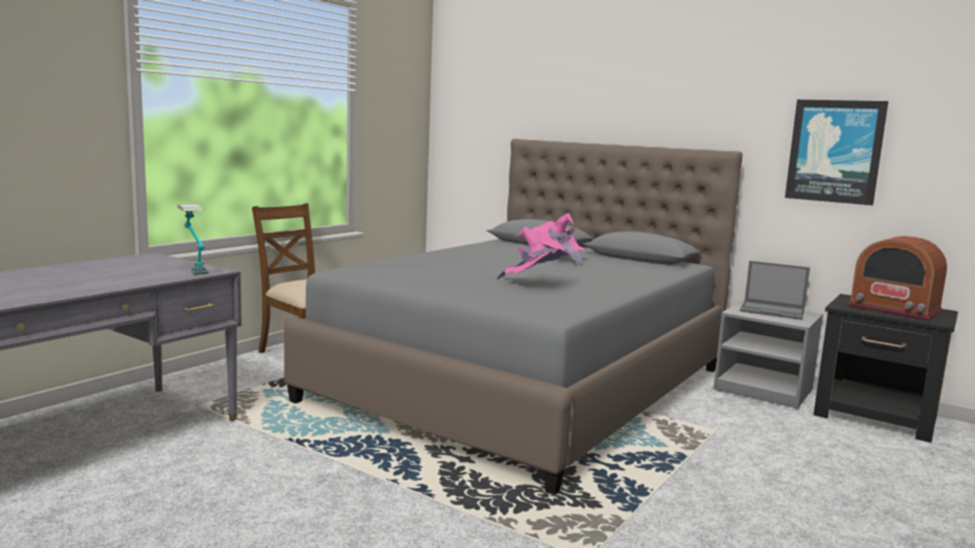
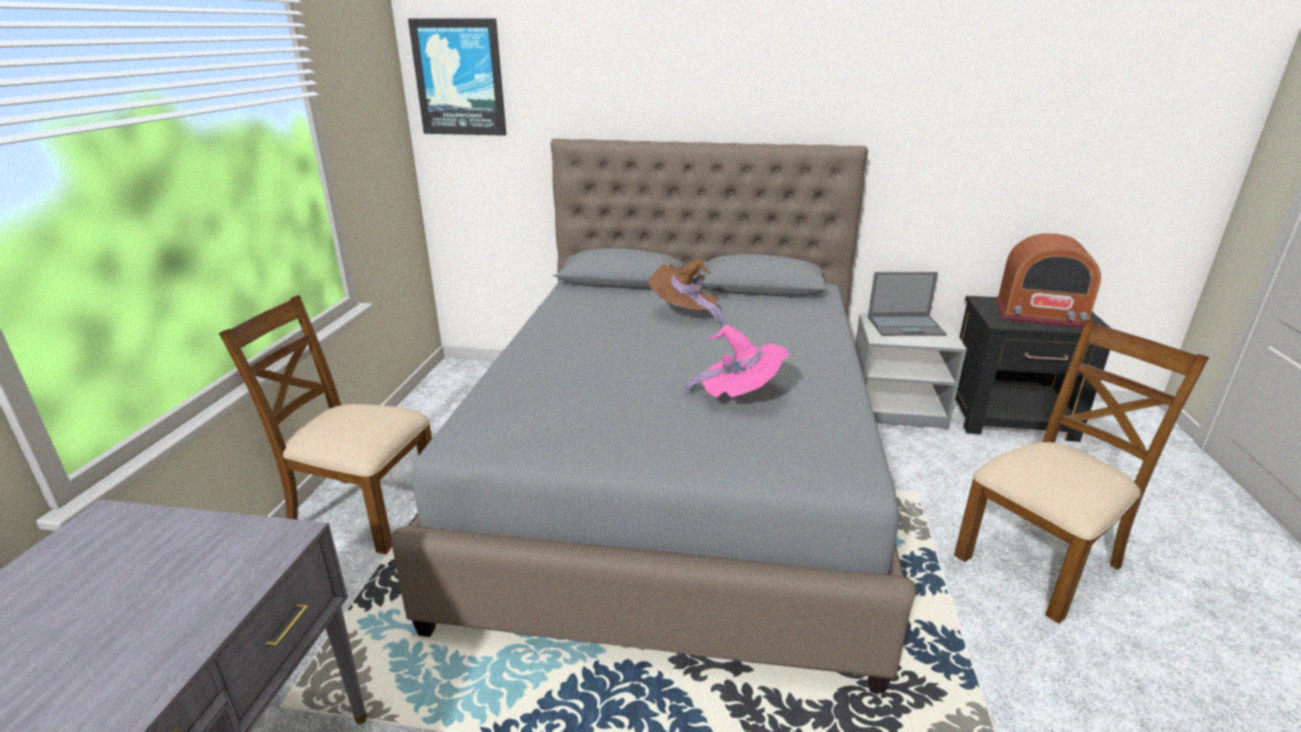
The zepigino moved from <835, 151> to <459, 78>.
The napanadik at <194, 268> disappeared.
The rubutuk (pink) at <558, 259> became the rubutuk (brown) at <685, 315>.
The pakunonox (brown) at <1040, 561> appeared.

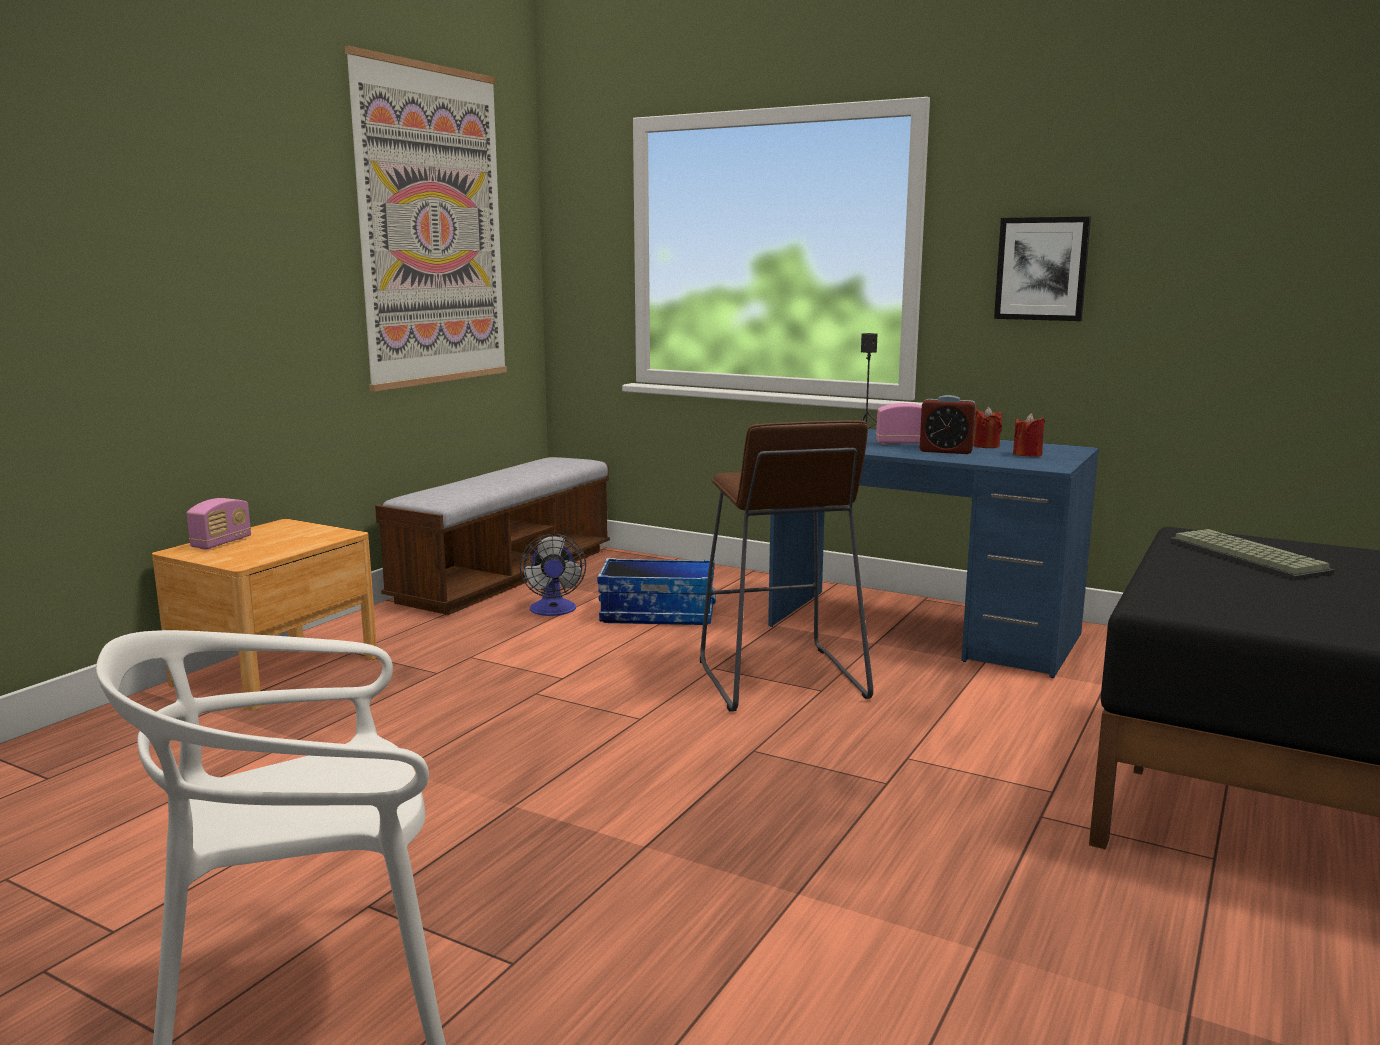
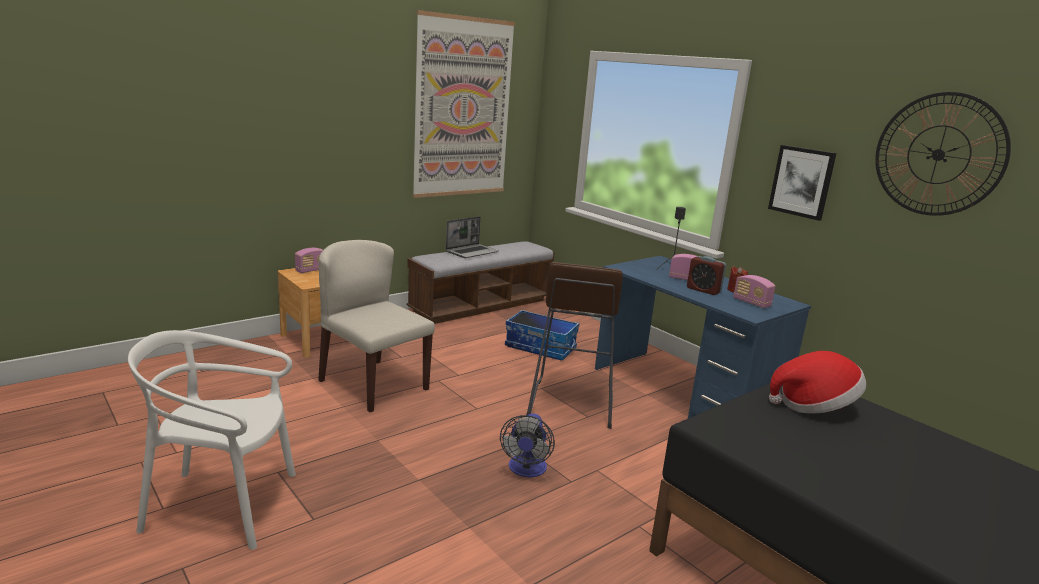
The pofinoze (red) at <1027, 455> was replaced by the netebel at <751, 303>.
The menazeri at <1244, 557> was replaced by the rubutuk at <814, 406>.
The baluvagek moved from <553, 611> to <526, 470>.
The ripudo at <938, 154> appeared.
The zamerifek at <472, 252> appeared.
The pakunonox (beige) at <373, 384> appeared.

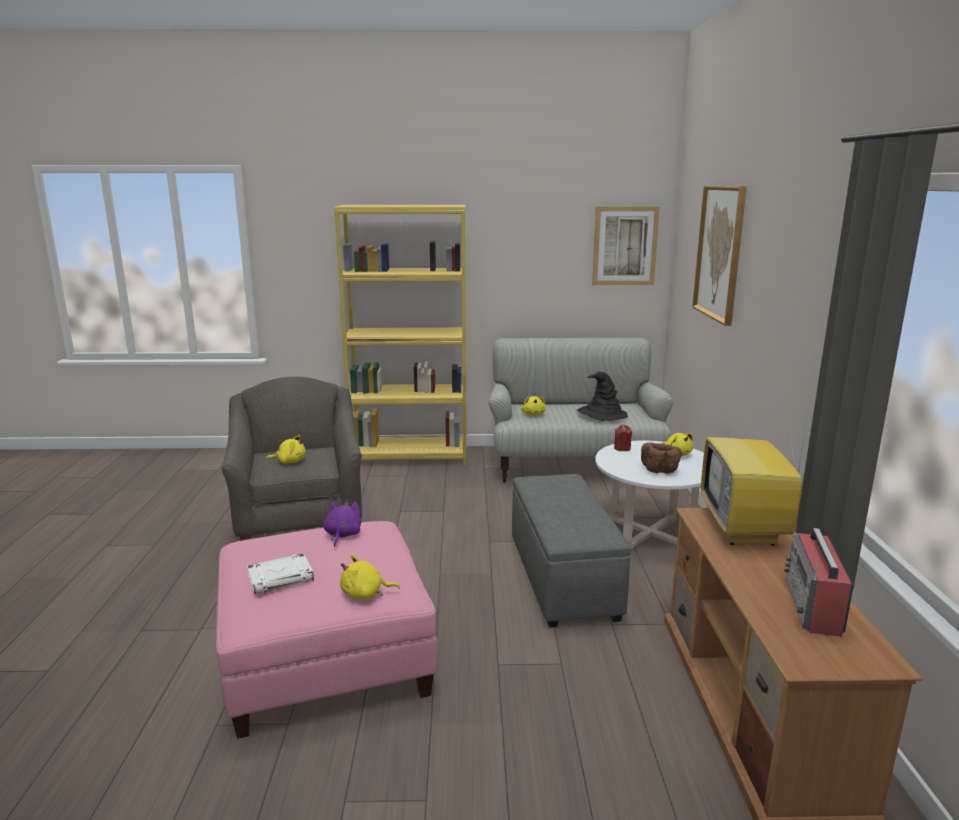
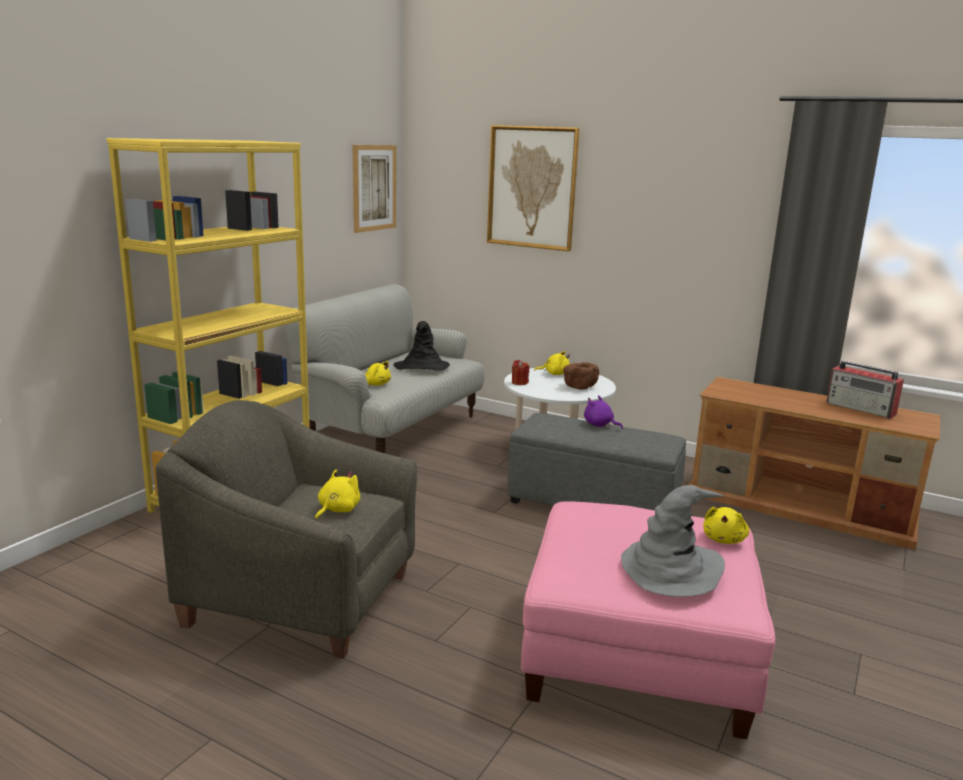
The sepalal at <744, 529> disappeared.
The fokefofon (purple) moved from <342, 535> to <599, 425>.
The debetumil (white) at <281, 578> was replaced by the rubutuk (grey) at <671, 569>.

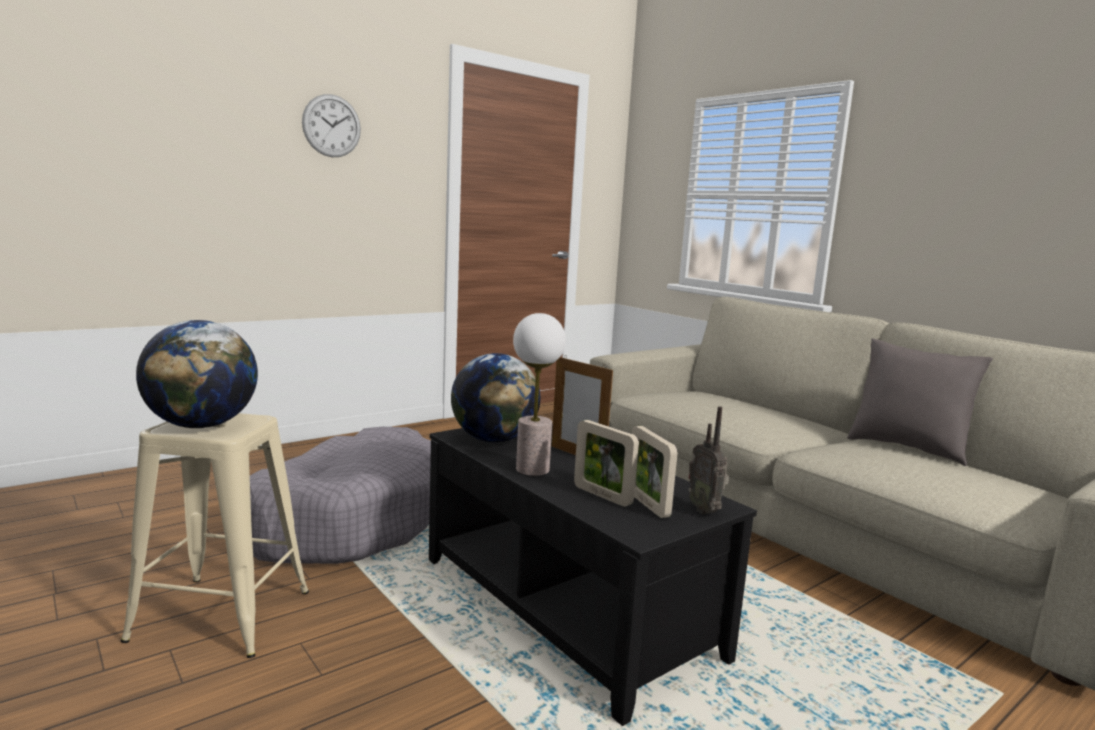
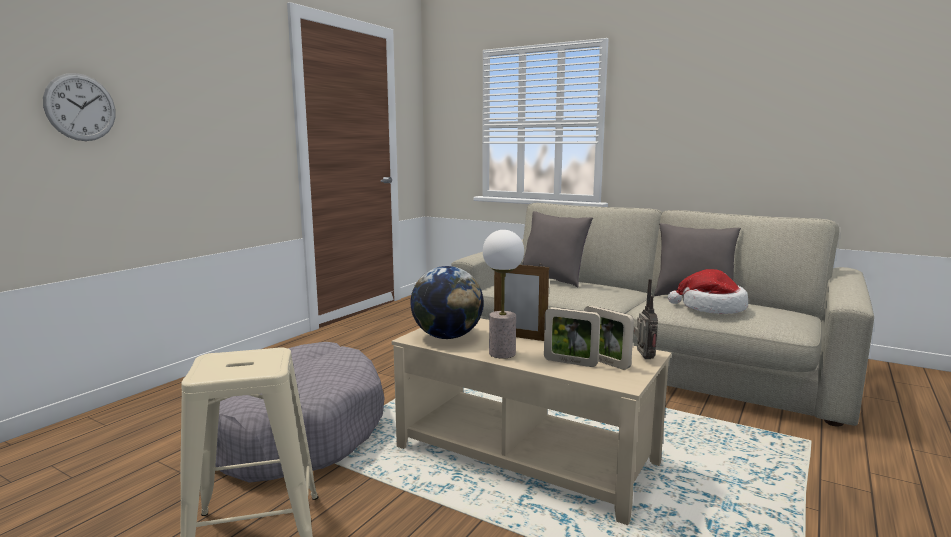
The ripudo moved from <331, 126> to <80, 107>.
The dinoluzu at <202, 425> disappeared.
The netebel at <705, 510> turned 135 degrees counterclockwise.
The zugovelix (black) at <565, 607> became the zugovelix (beige) at <525, 456>.
The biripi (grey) at <553, 280> appeared.
The rubutuk at <711, 308> appeared.

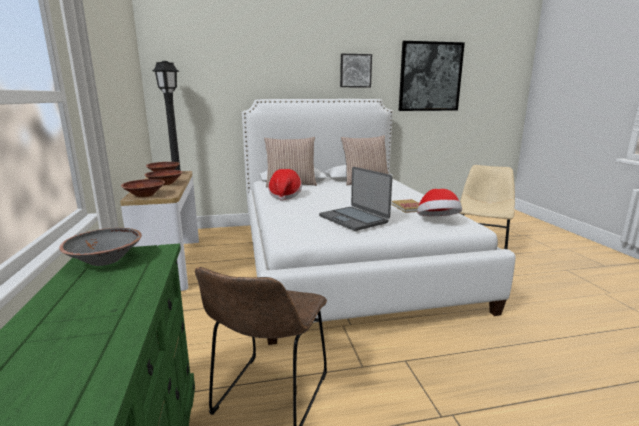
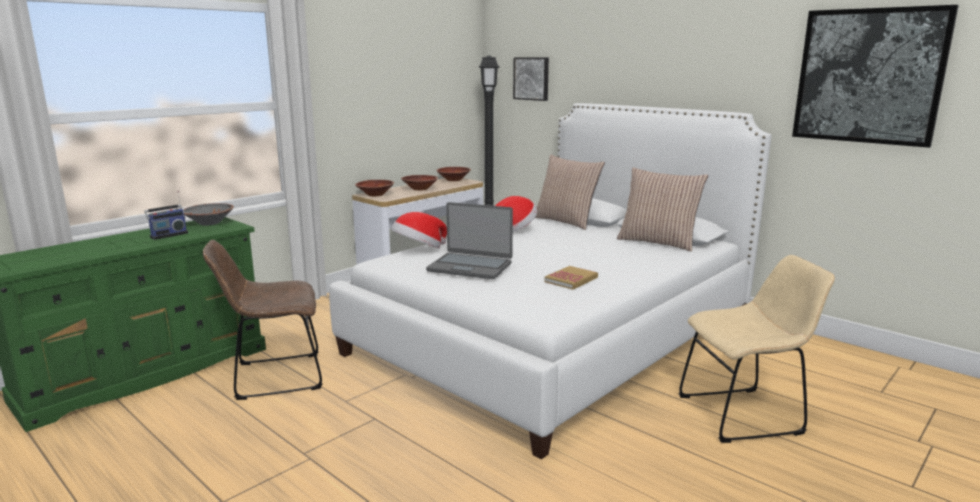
The zepigino moved from <355, 71> to <532, 78>.
The zamerifek at <354, 219> turned 90 degrees counterclockwise.
The rubutuk moved from <437, 221> to <419, 249>.
The netebel at <168, 235> appeared.

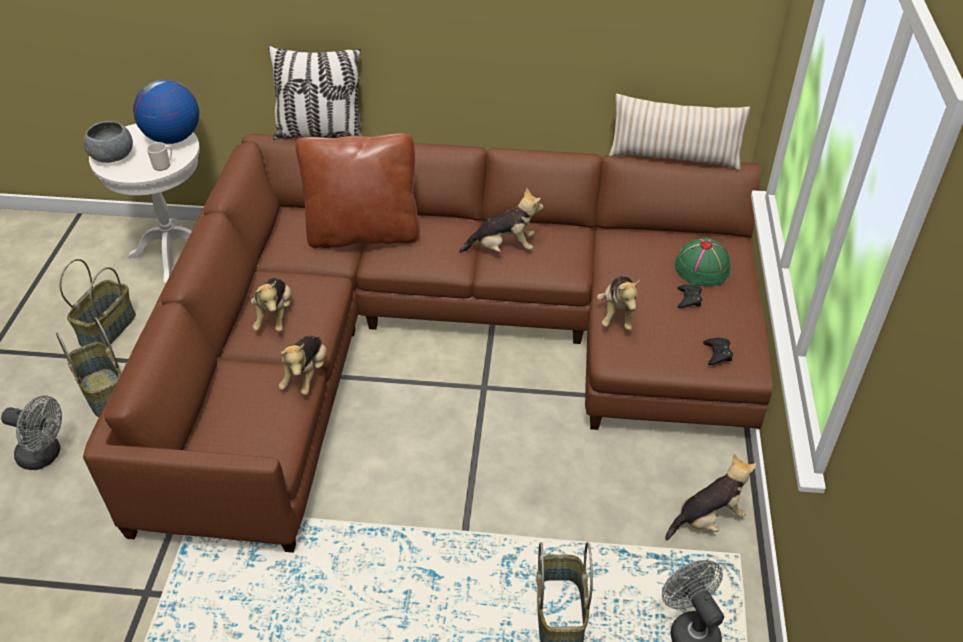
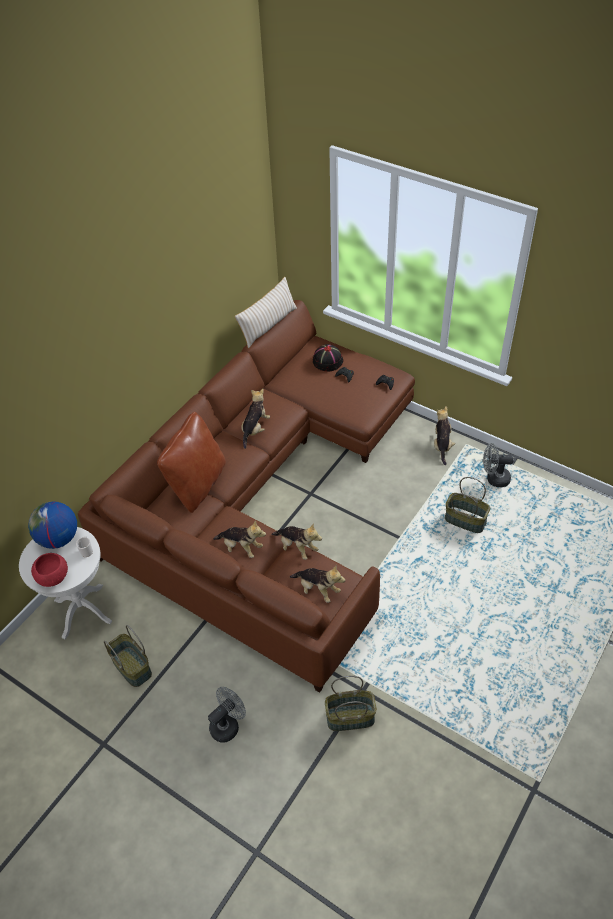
The biripi at <320, 134> disappeared.
The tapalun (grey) at <113, 157> became the tapalun (red) at <53, 577>.
The rubutuk (green) at <702, 268> became the rubutuk (black) at <327, 361>.
The fokefofon moved from <618, 314> to <317, 589>.
The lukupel moved from <106, 393> to <350, 716>.

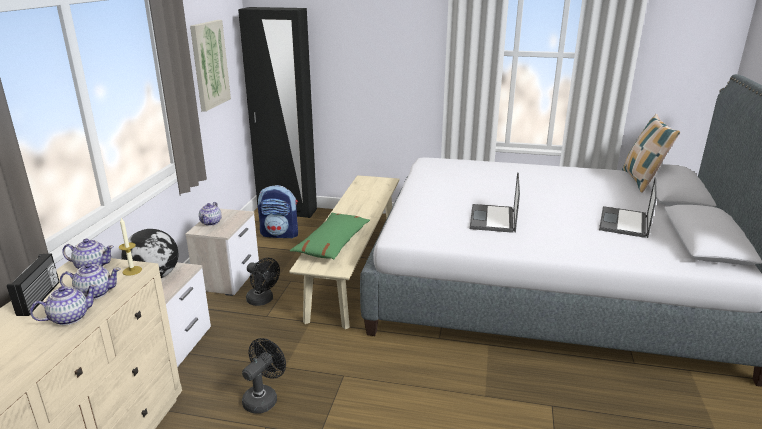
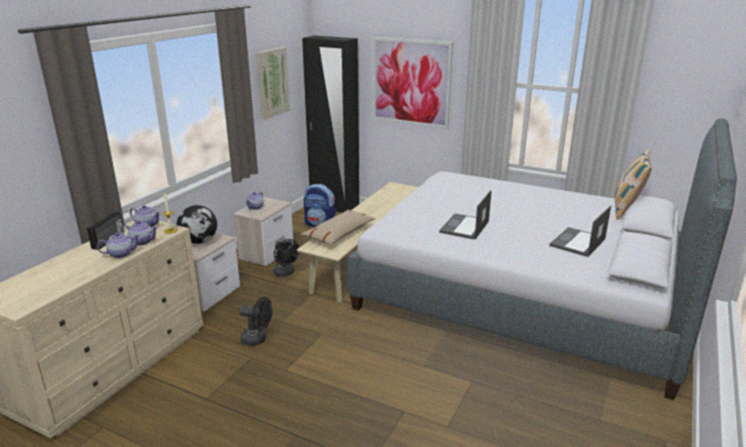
The biripi (green) at <333, 244> became the biripi (beige) at <339, 234>.
The baluvagek (black) at <263, 398> turned 60 degrees clockwise.
The zepigino at <411, 82> appeared.

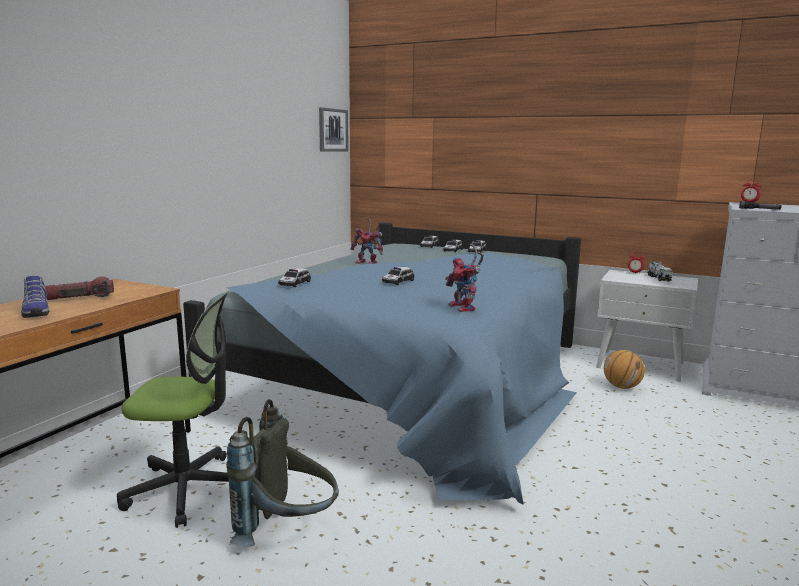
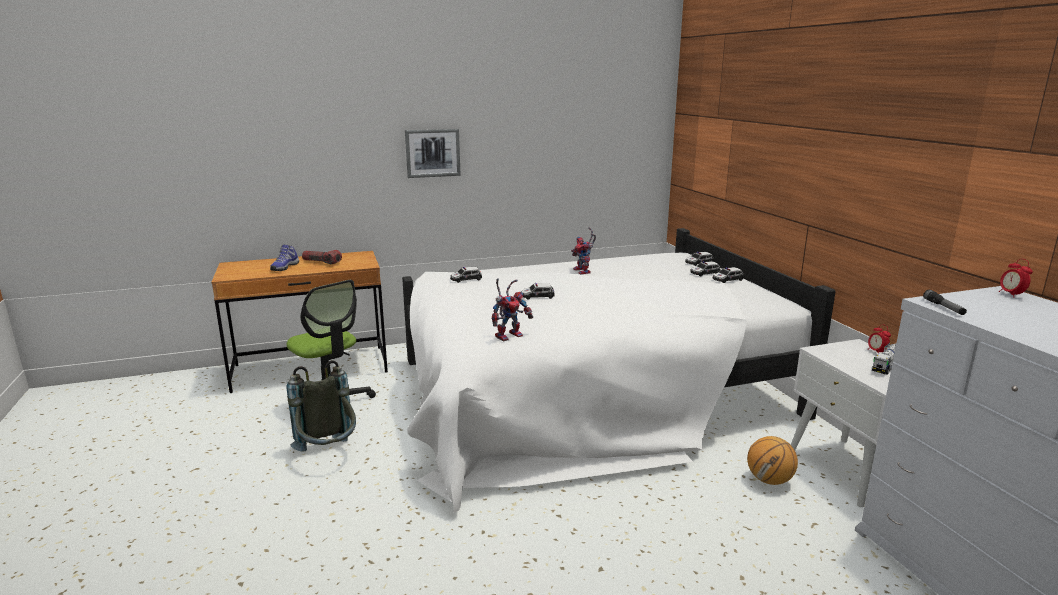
The zepigino moved from <332, 130> to <432, 153>.
The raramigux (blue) at <418, 380> became the raramigux (white) at <588, 394>.
The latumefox at <465, 308> turned 150 degrees counterclockwise.

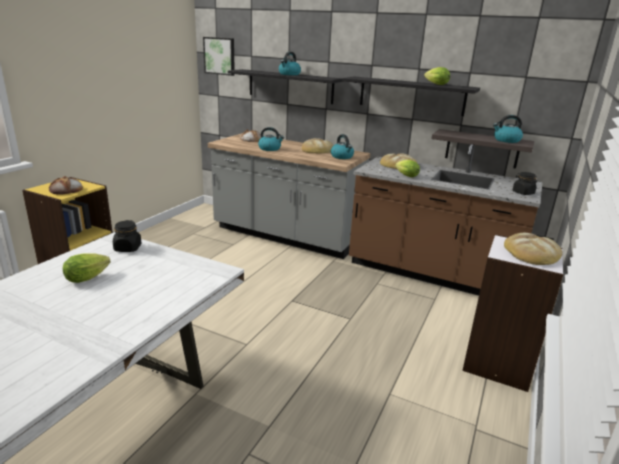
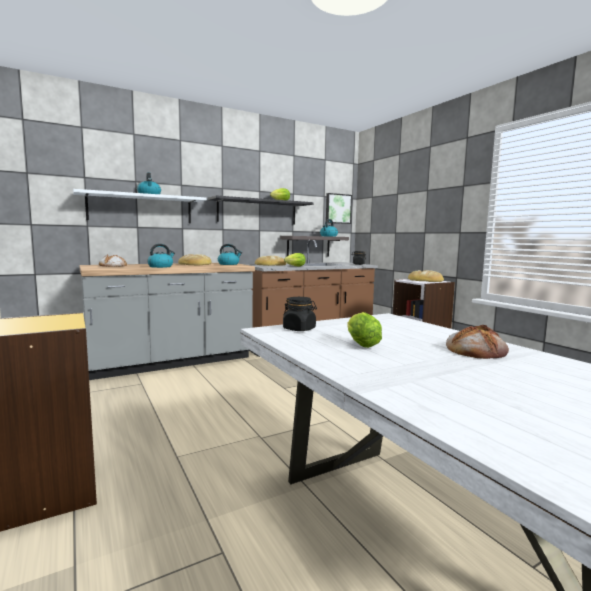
The zepigino moved from <220, 56> to <337, 208>.
The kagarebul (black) at <290, 86> became the kagarebul (white) at <141, 208>.
The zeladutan moved from <66, 190> to <476, 350>.

